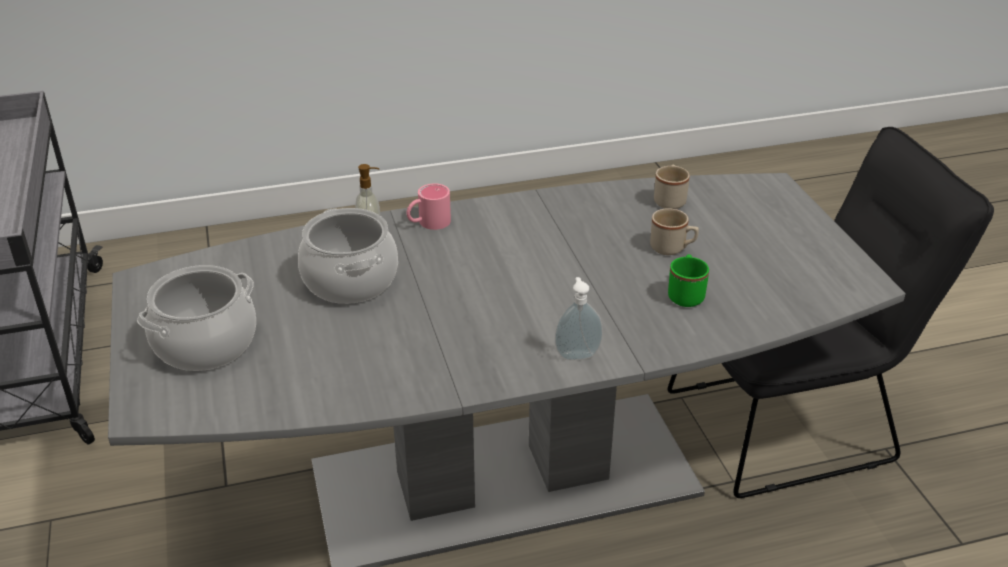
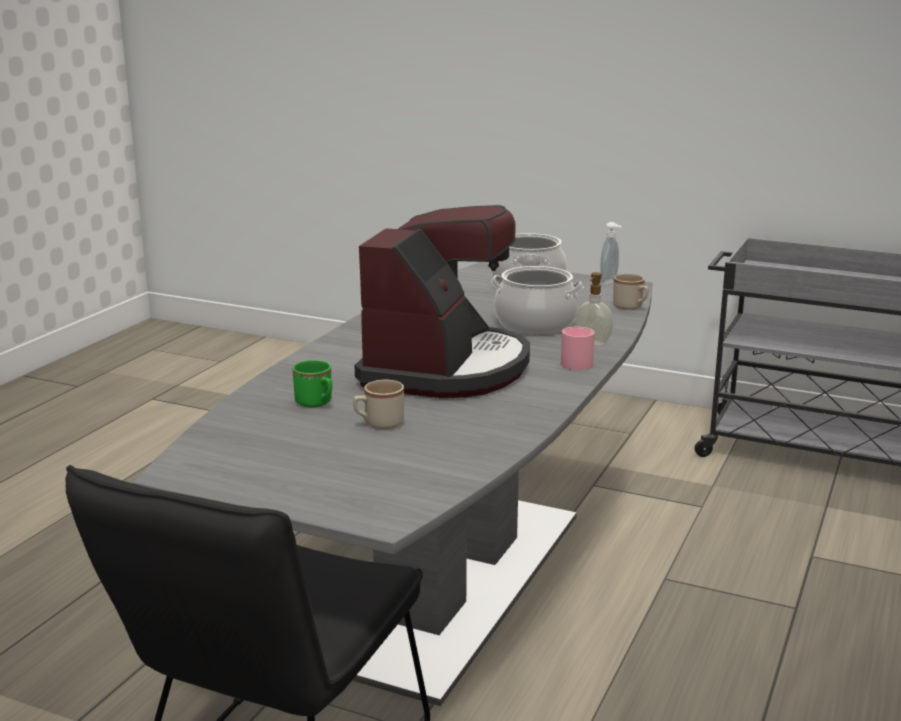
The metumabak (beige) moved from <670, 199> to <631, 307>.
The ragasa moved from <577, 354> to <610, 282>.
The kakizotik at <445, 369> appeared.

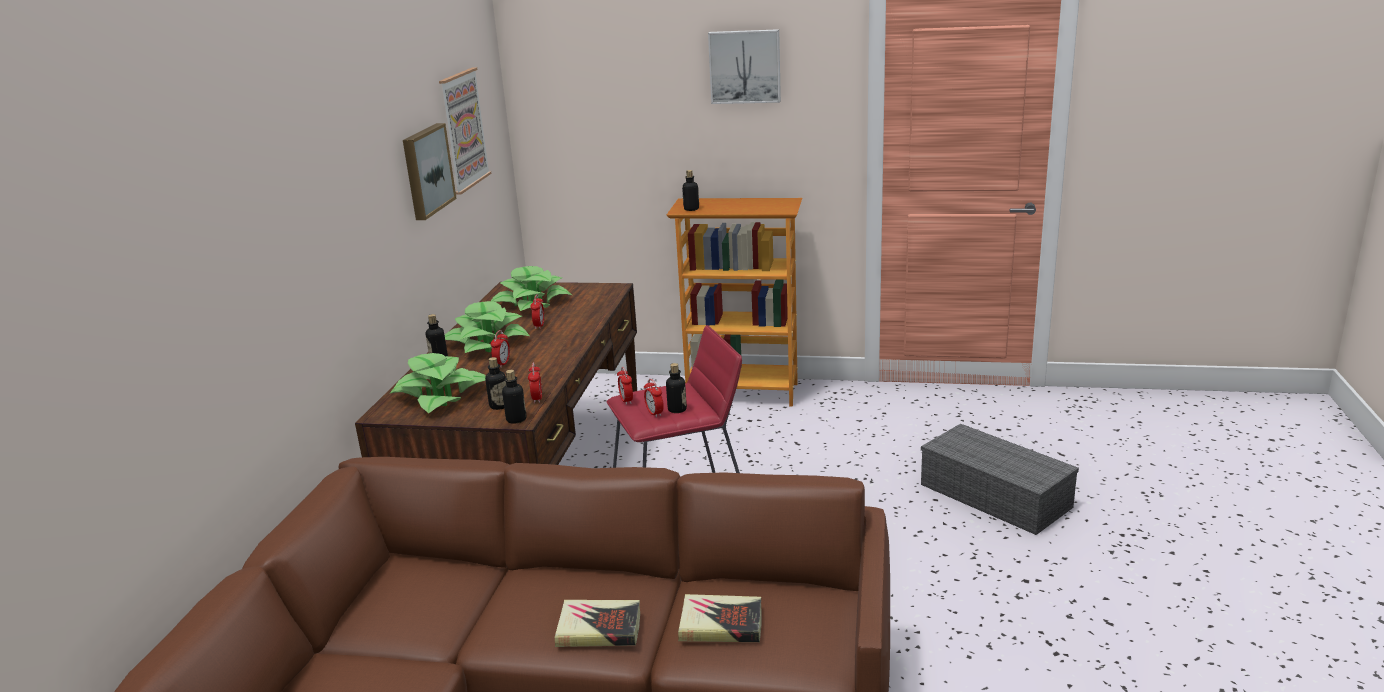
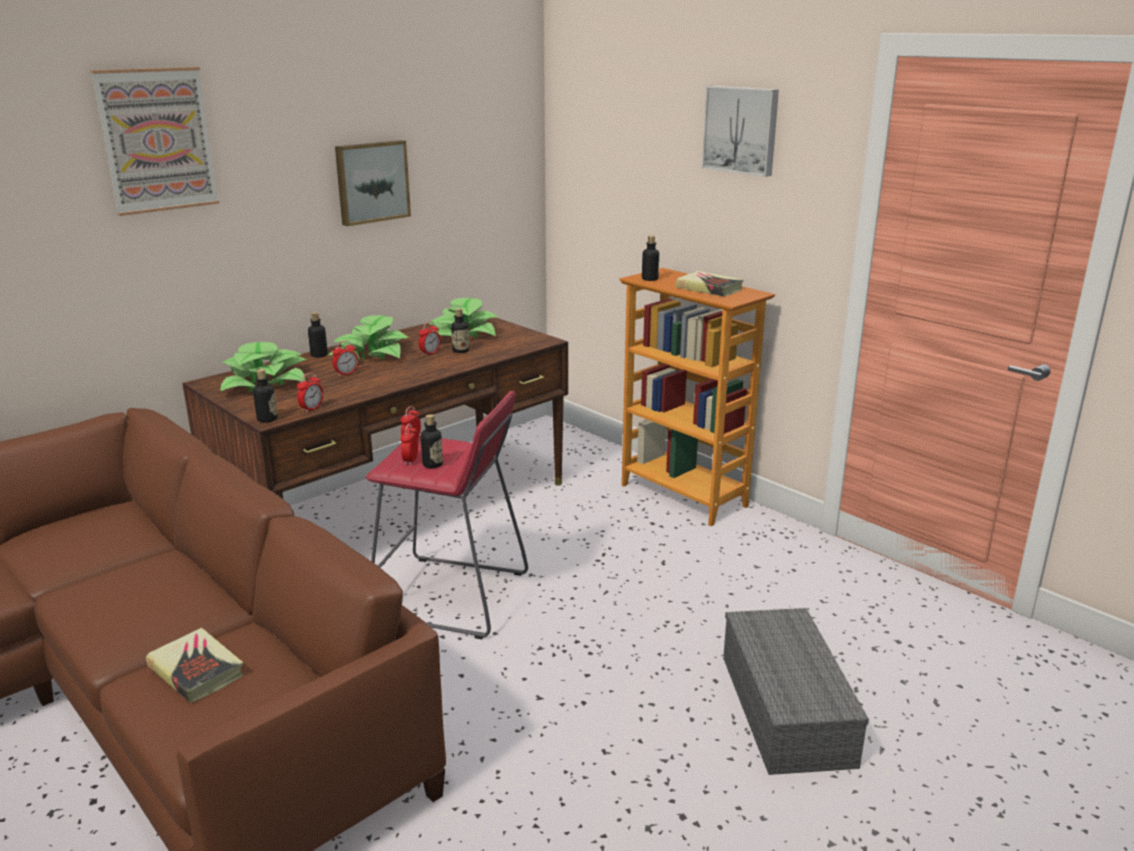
The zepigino moved from <463, 130> to <157, 140>.
The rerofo moved from <499, 406> to <460, 351>.
The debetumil moved from <599, 629> to <709, 288>.

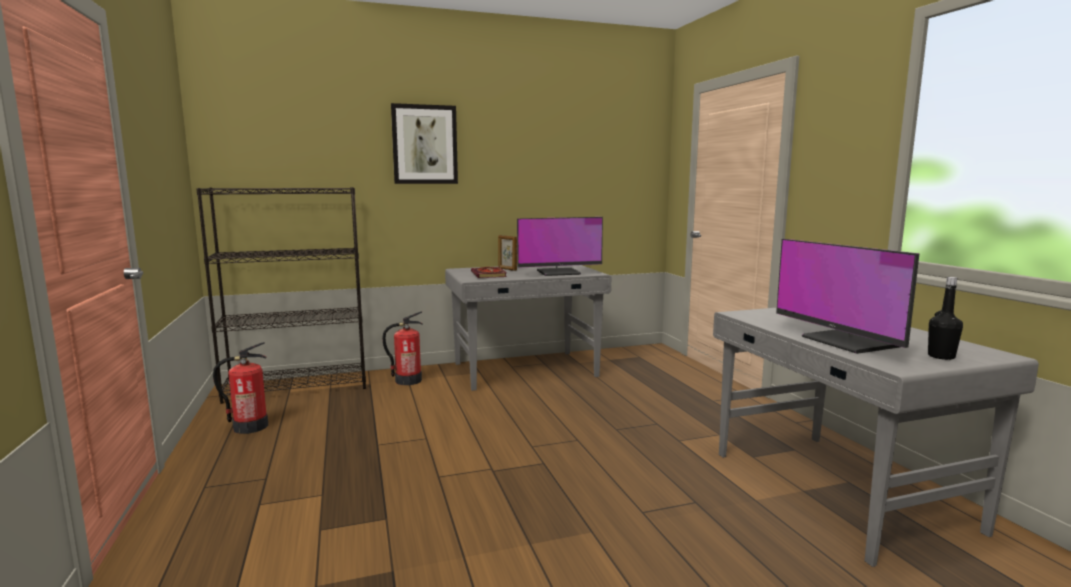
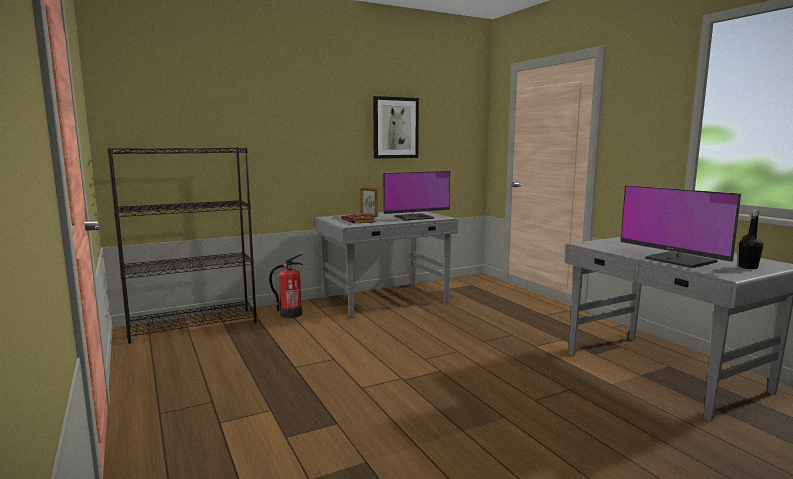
The zepigino moved from <424, 144> to <395, 128>.
The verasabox at <250, 427> disappeared.

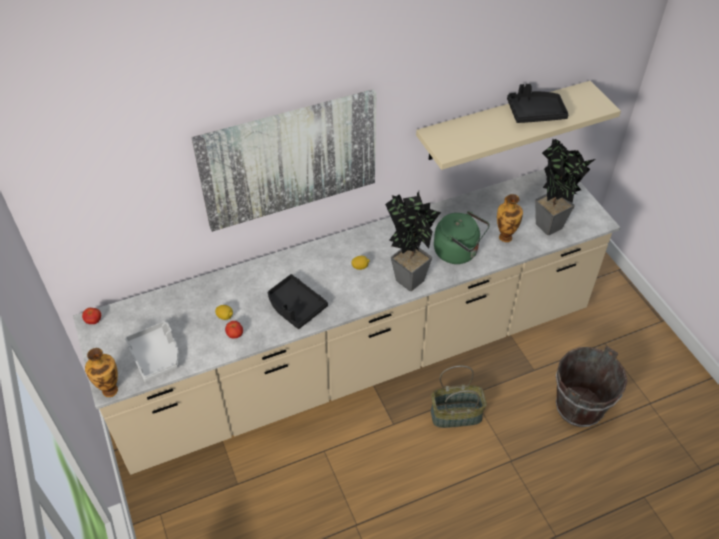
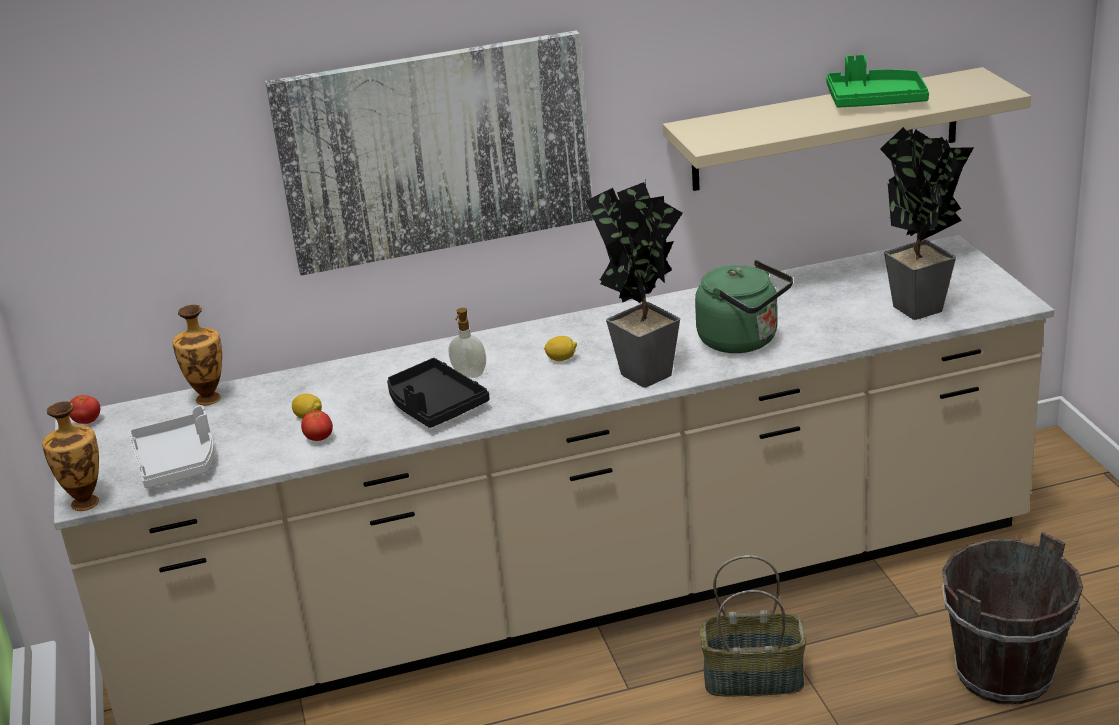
The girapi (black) at <535, 113> became the girapi (green) at <875, 101>.
The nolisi moved from <505, 236> to <208, 398>.
The ragasa at <469, 375> appeared.

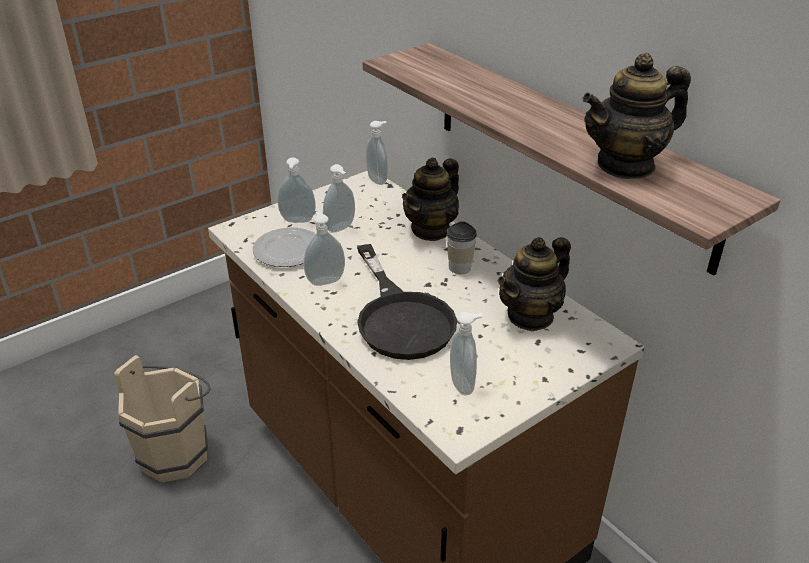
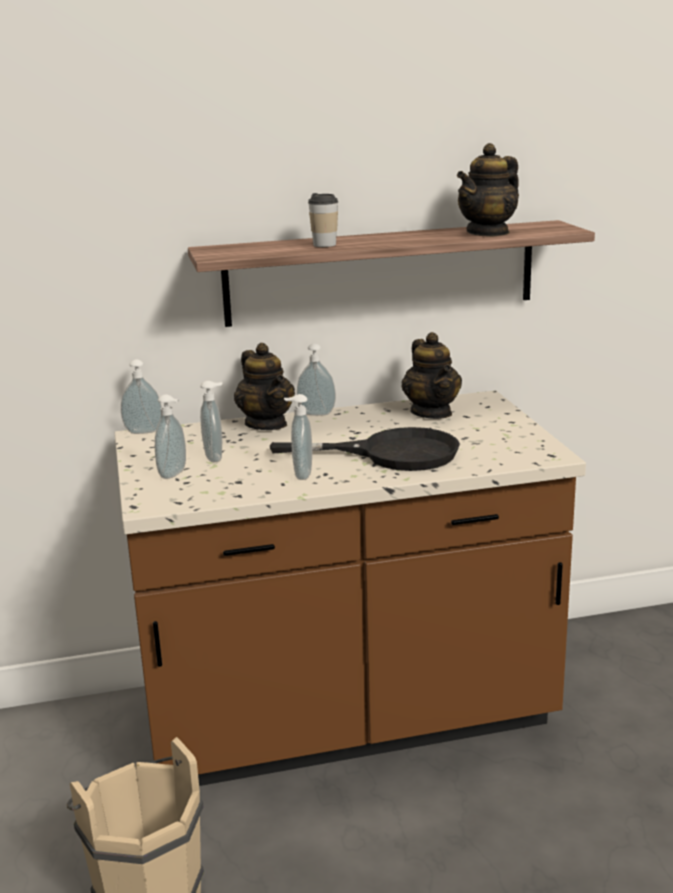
The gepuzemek at <626, 165> turned 45 degrees clockwise.
The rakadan moved from <459, 267> to <324, 245>.
The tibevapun at <288, 251> disappeared.
The ragasa moved from <464, 384> to <317, 413>.

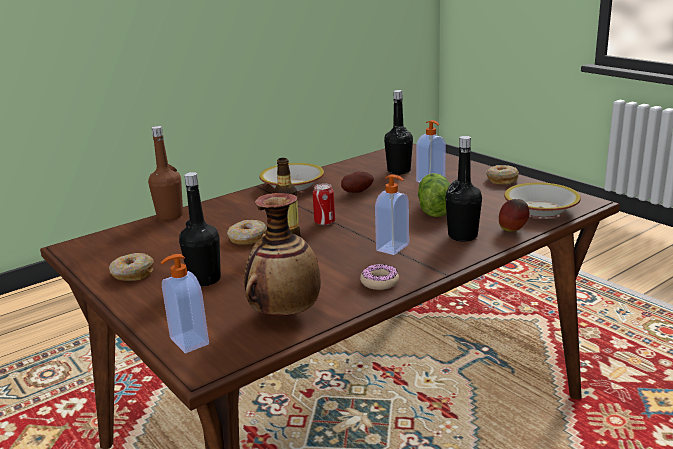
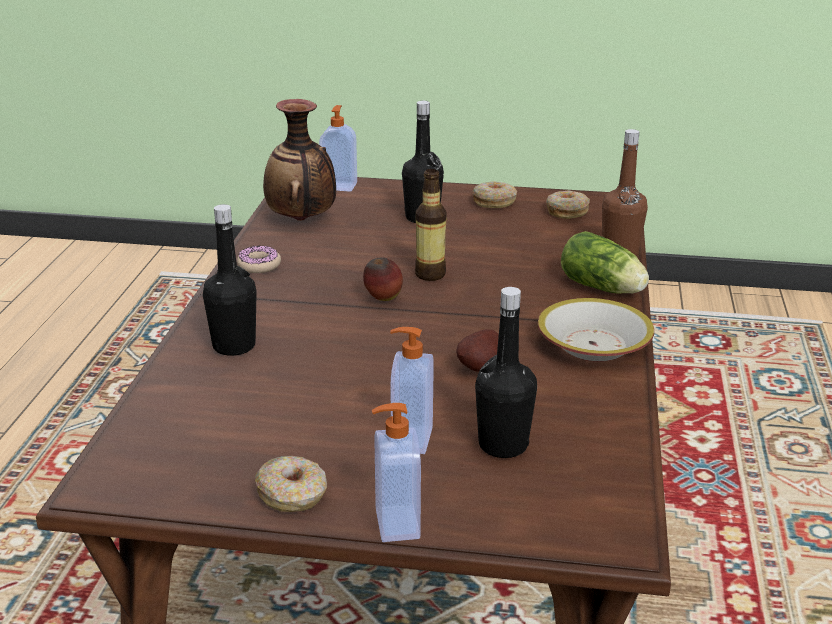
The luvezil moved from <435, 208> to <604, 288>.
The ragasa moved from <393, 248> to <395, 524>.
The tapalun at <540, 209> disappeared.
The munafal at <324, 222> disappeared.
The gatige moved from <513, 230> to <383, 299>.
The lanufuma moved from <247, 239> to <567, 211>.

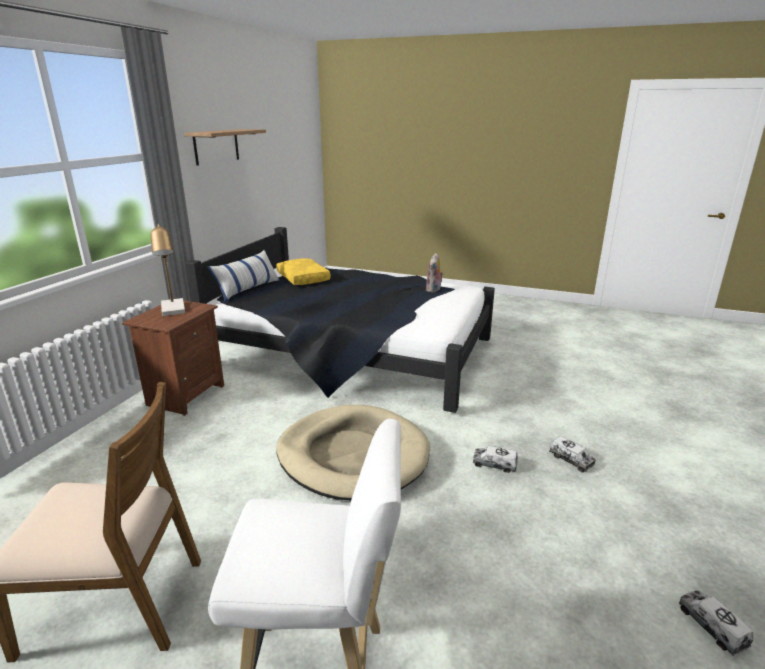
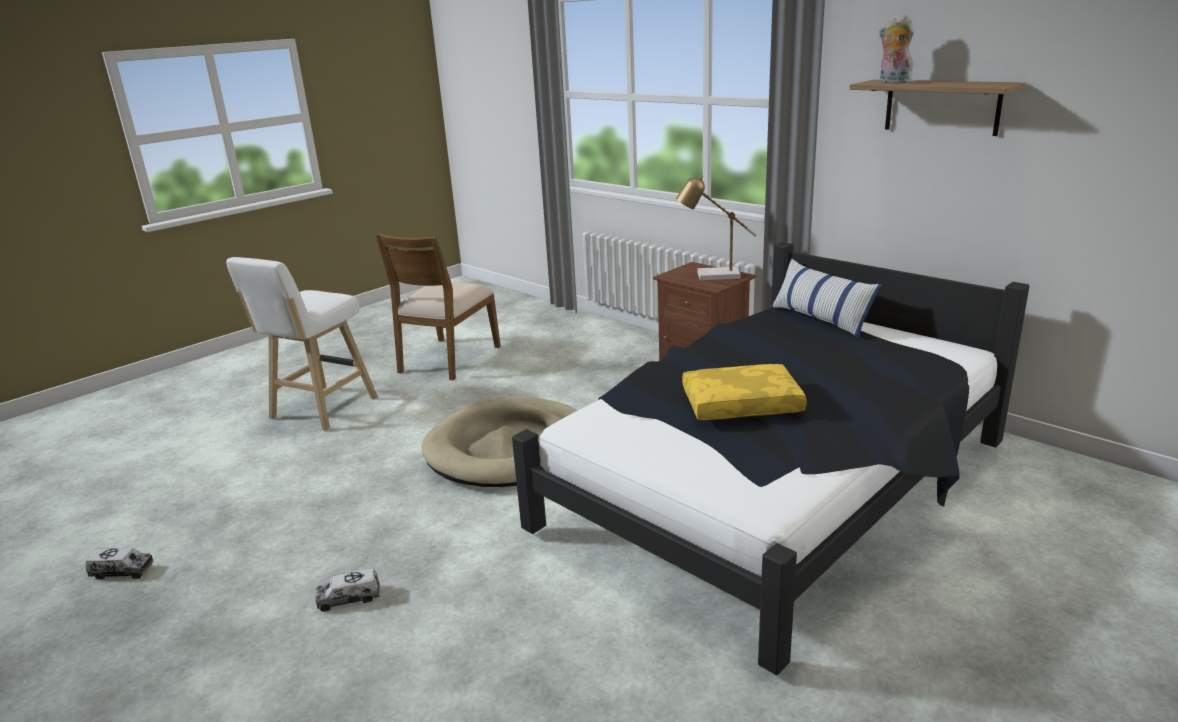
The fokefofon moved from <434, 290> to <893, 83>.
The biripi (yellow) moved from <302, 278> to <741, 404>.
The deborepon at <494, 464> disappeared.

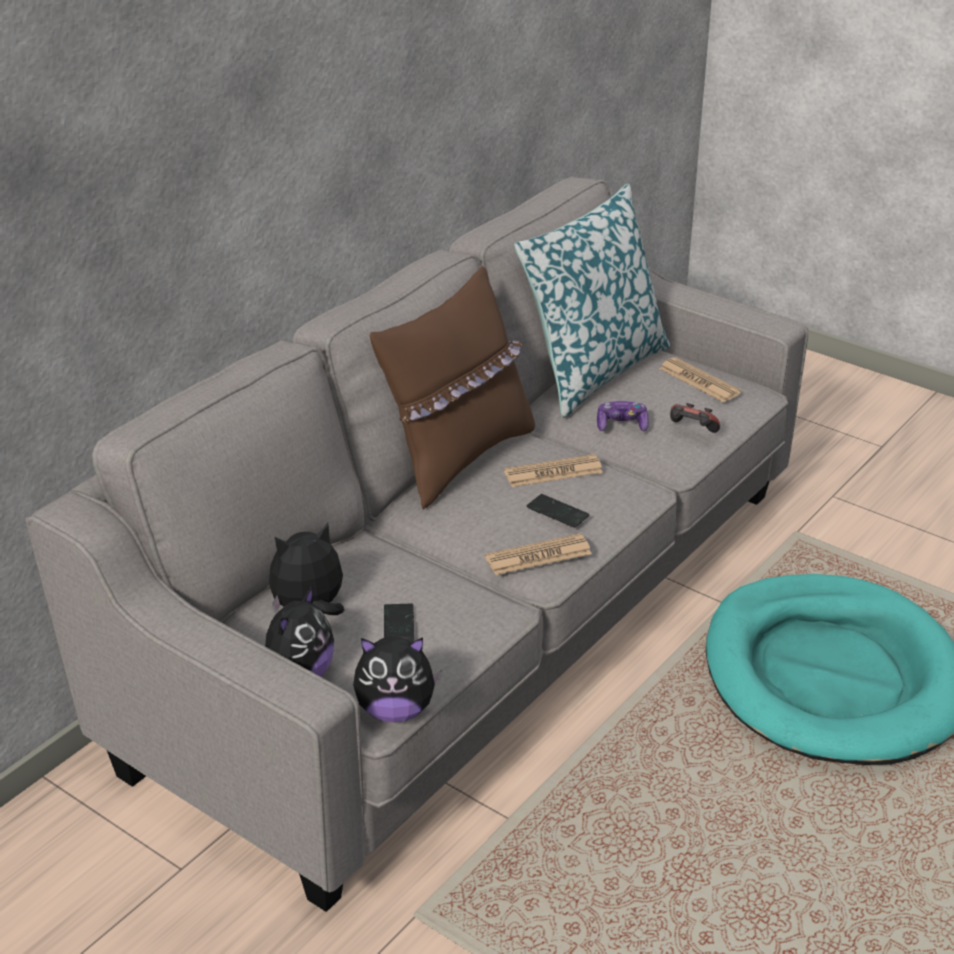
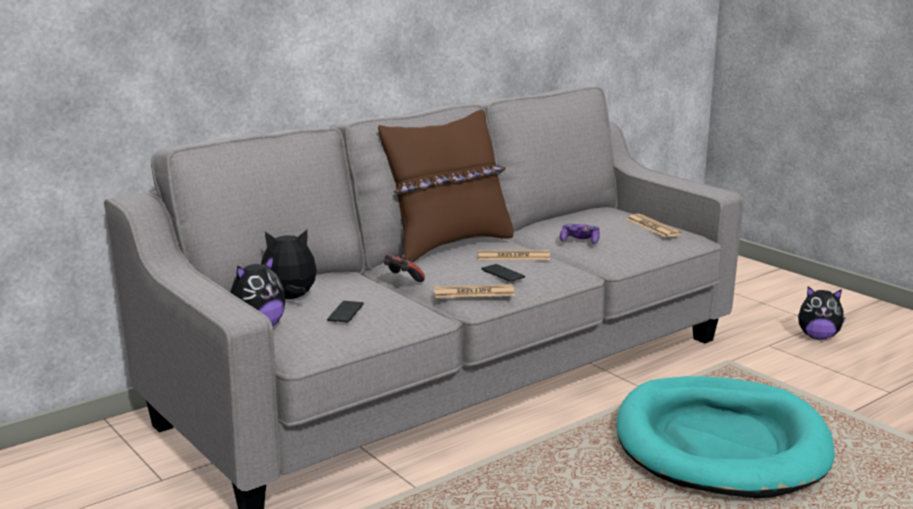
The biripi at <592, 371> disappeared.
The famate moved from <691, 431> to <402, 280>.
The fokefofon moved from <395, 710> to <818, 337>.

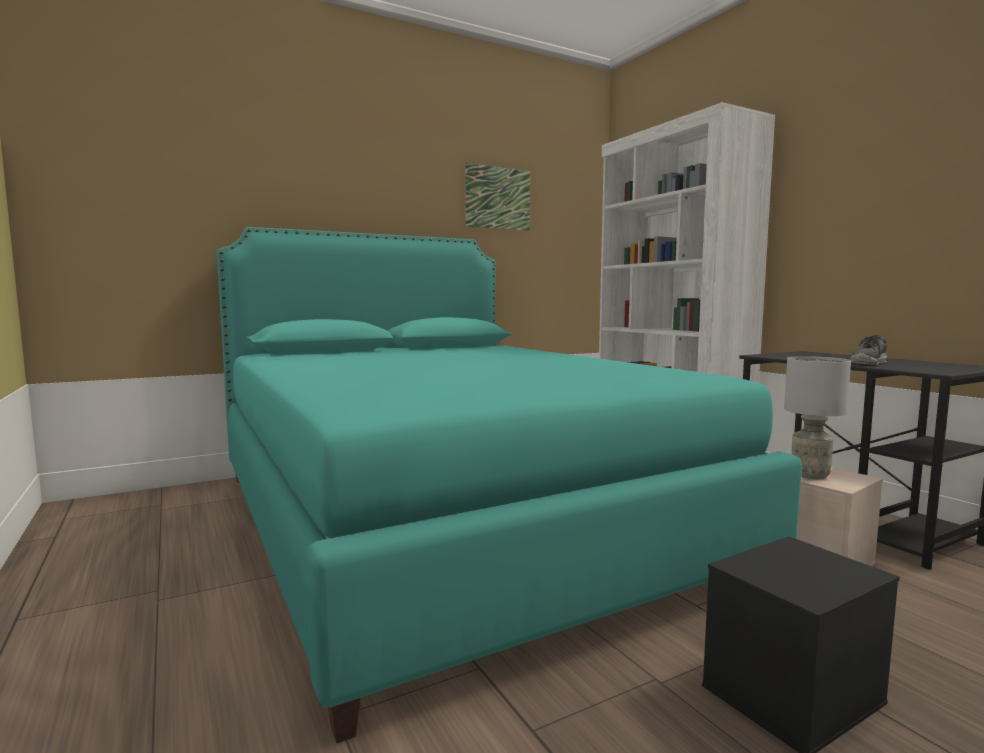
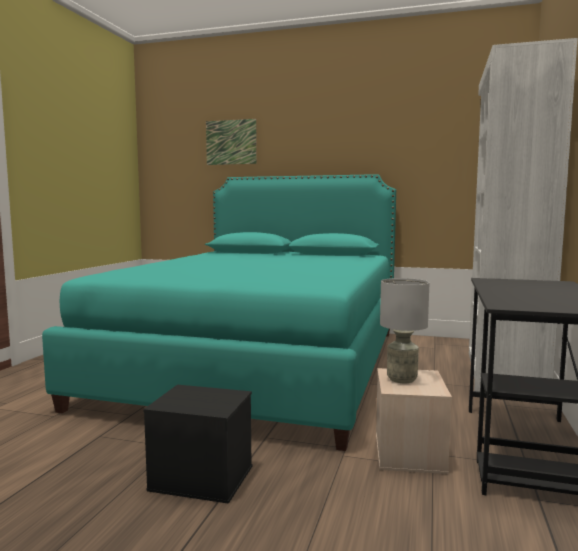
The zepigino moved from <498, 198> to <231, 142>.
The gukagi at <869, 363> disappeared.

